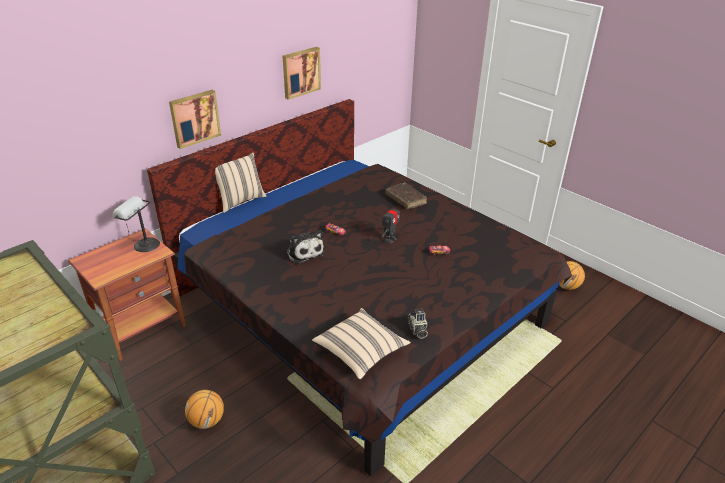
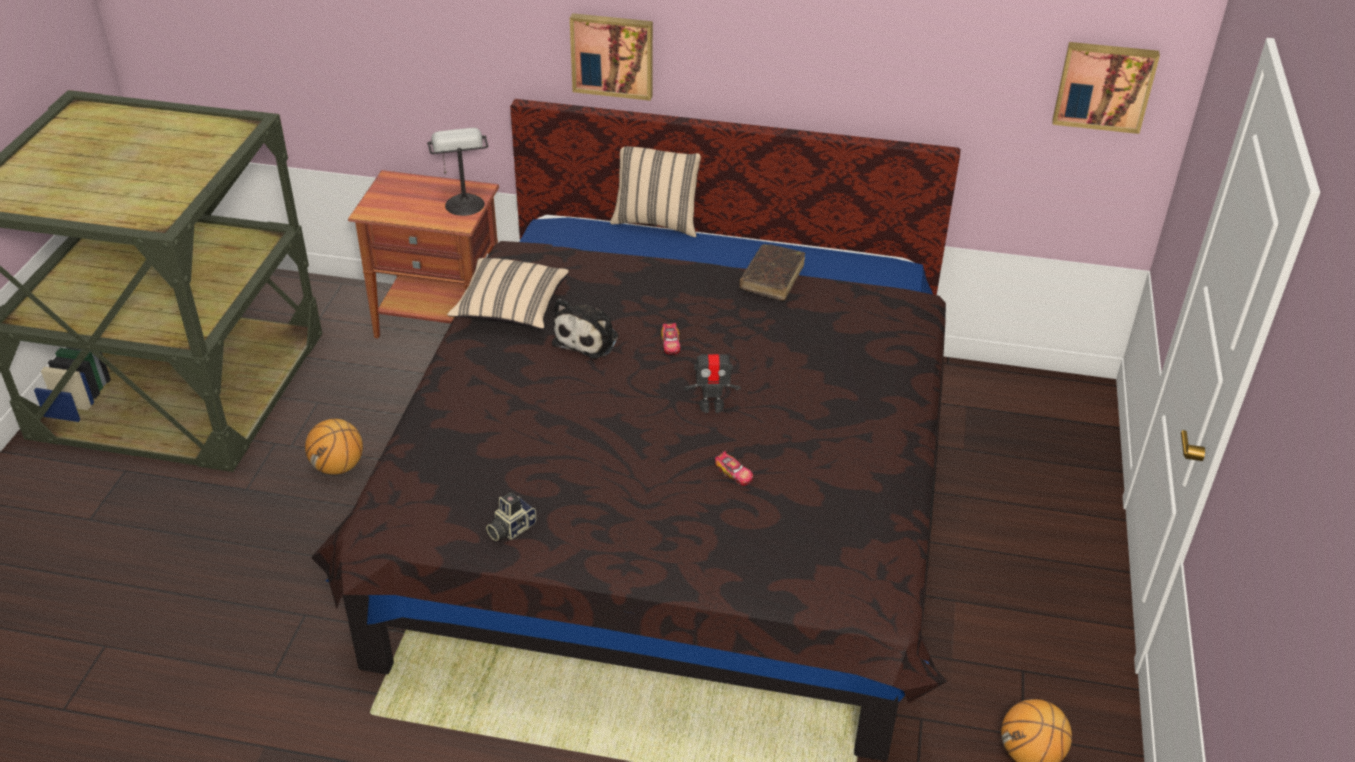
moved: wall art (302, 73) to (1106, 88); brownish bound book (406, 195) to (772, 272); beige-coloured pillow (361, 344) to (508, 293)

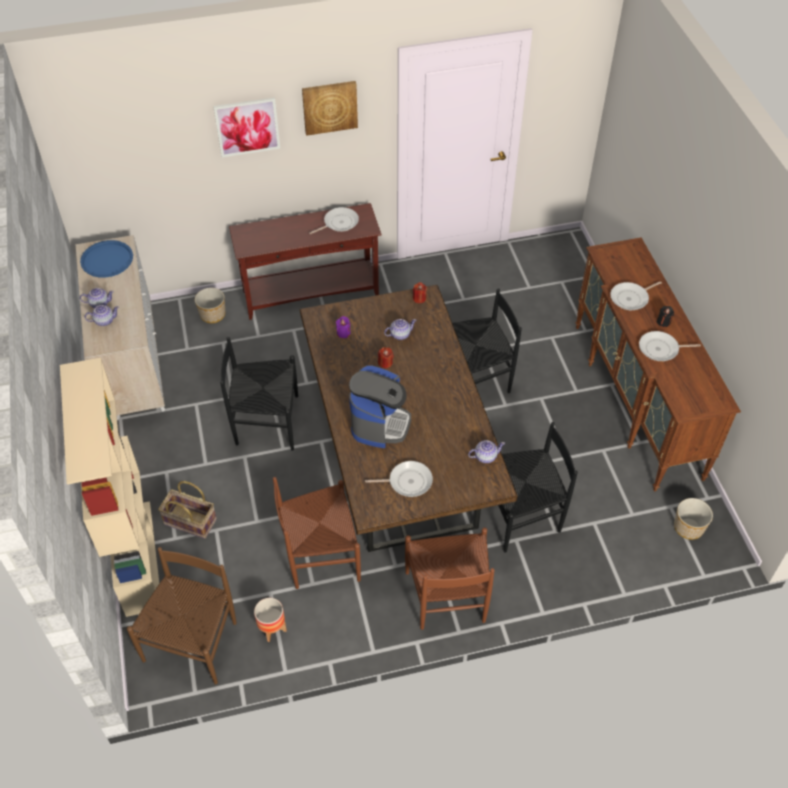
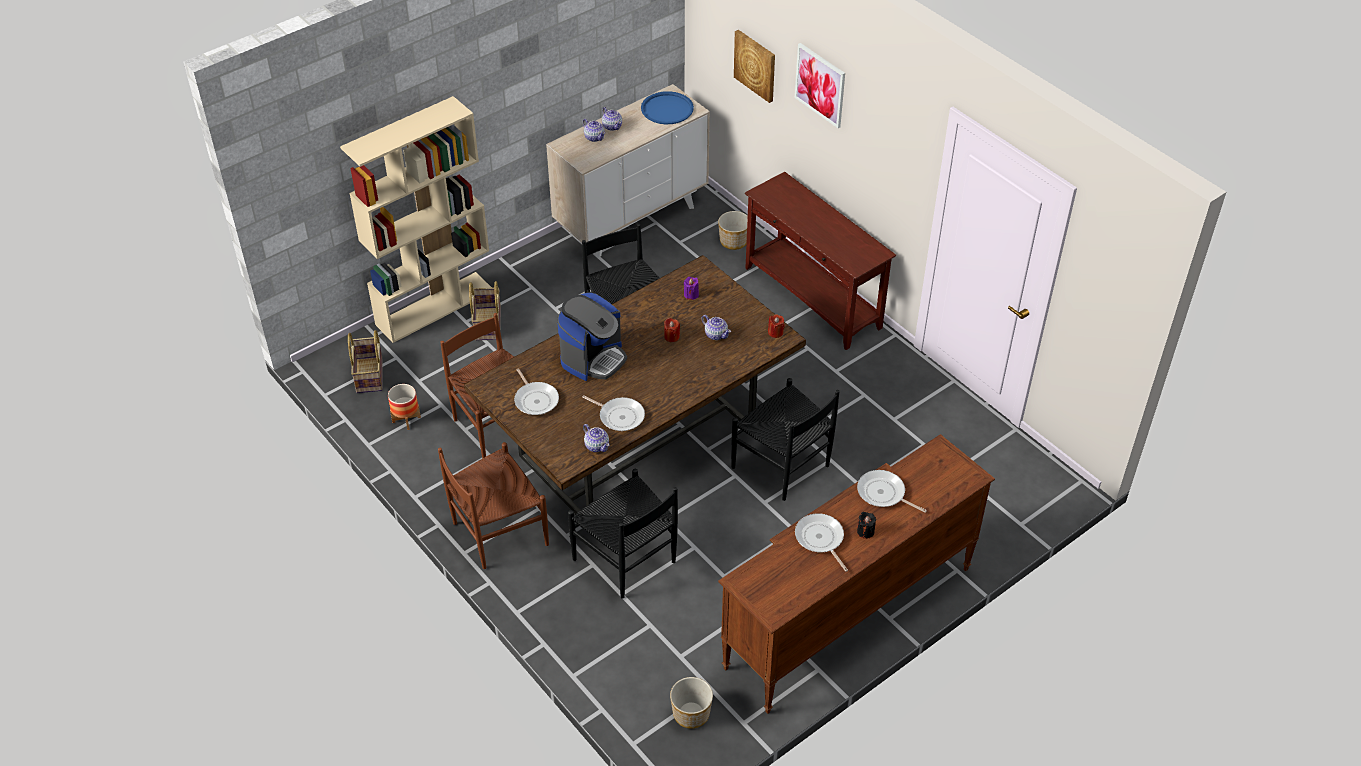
moved: wall art (330, 108) to (754, 66); skillet (334, 220) to (613, 413)
replaced: brownish chair (182, 616) to household basket (365, 361)
turned: coffee machine (380, 407) = (592, 336) 45 degrees counterclockwise

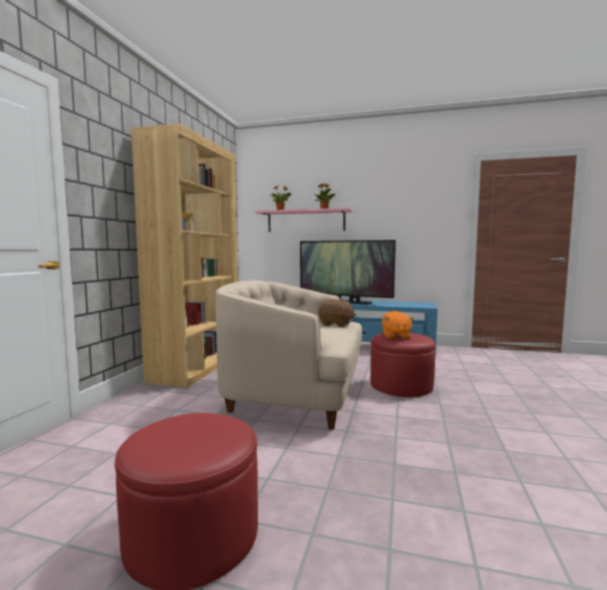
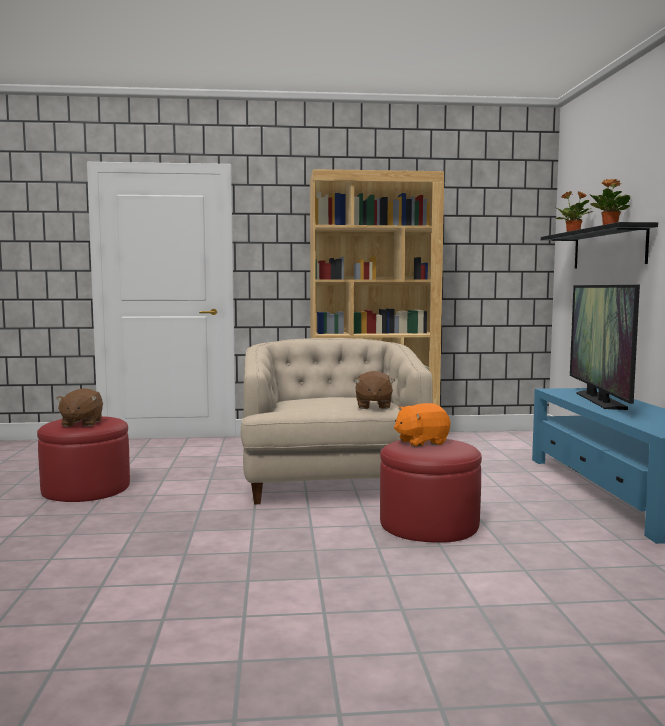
added: brownish plush toy (79, 407)
recoloured: pinkish bracket shelf (304, 220) to black bracket shelf (599, 245)

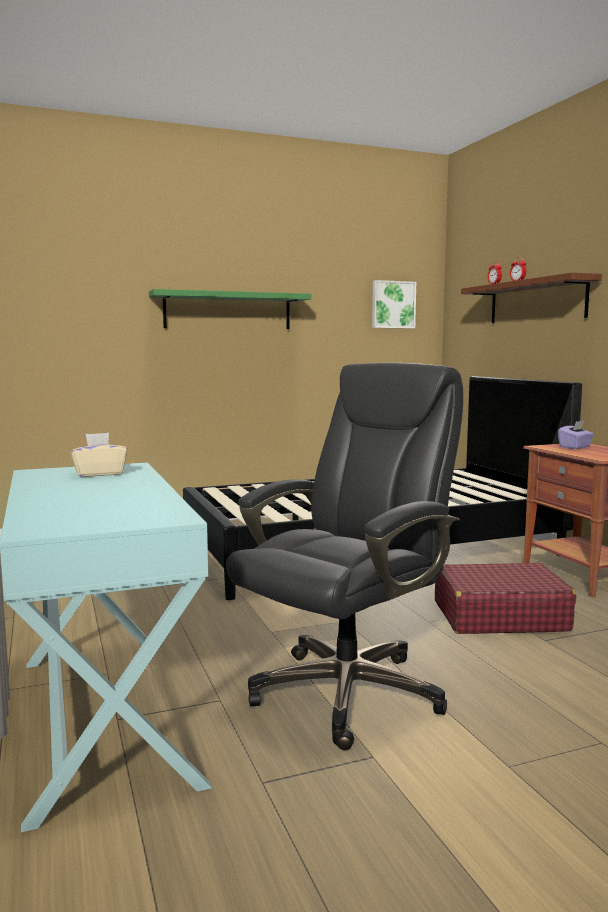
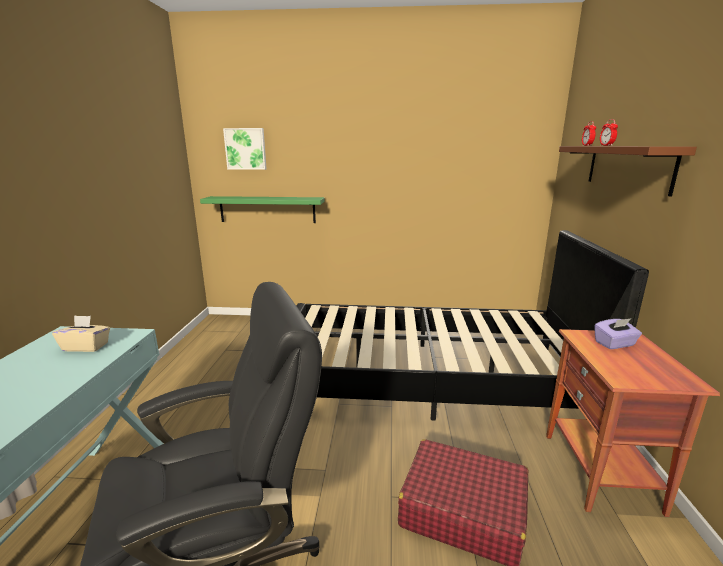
moved: wall art (394, 304) to (245, 149); green bracket shelf (230, 309) to (262, 209)

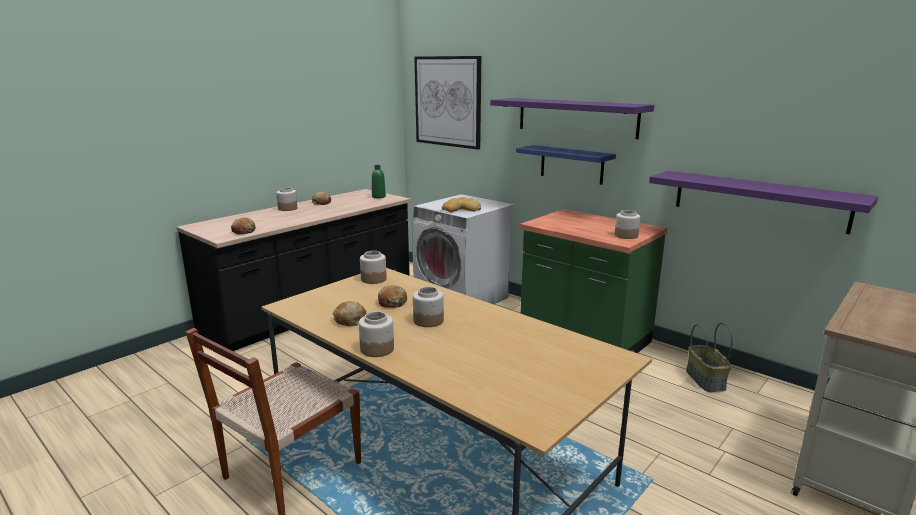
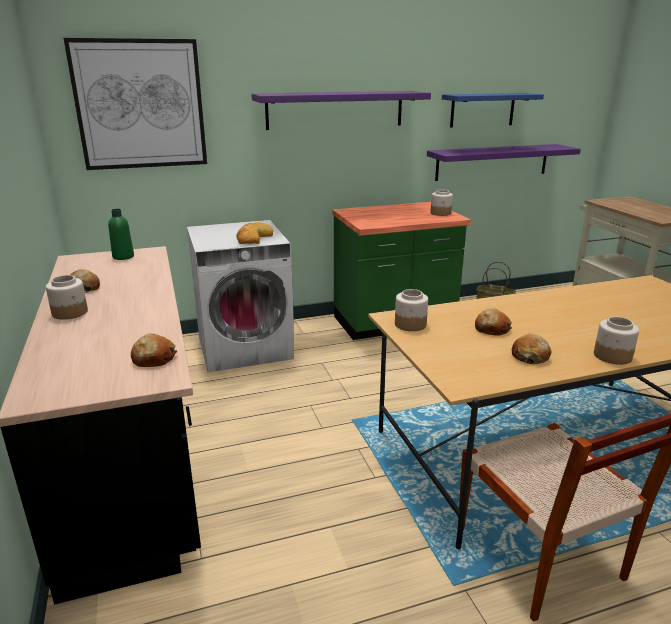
removed: storage jar (428, 307)
moved: bluish bracket shelf (566, 165) to (493, 110)

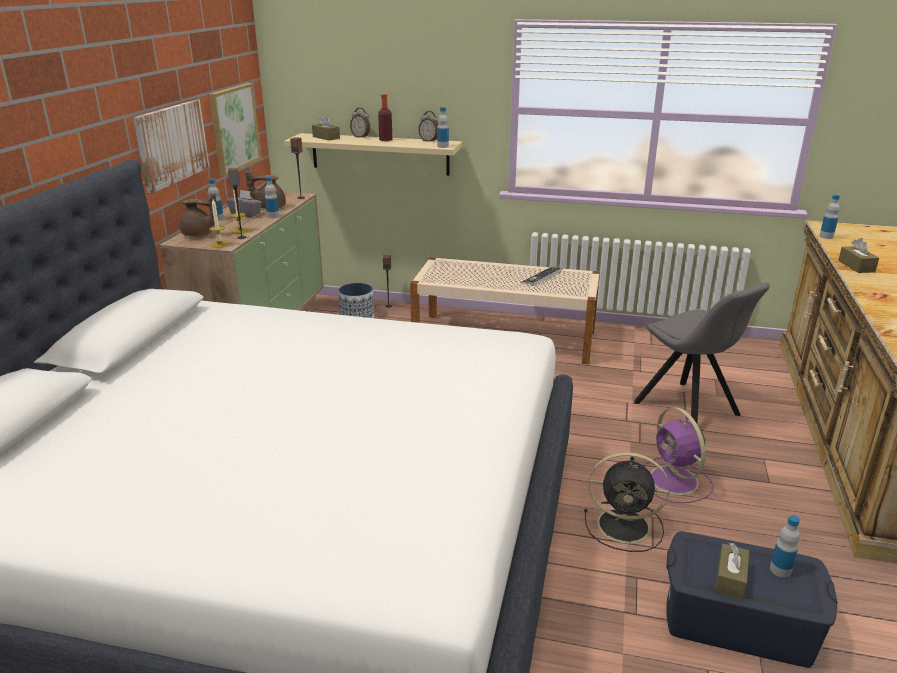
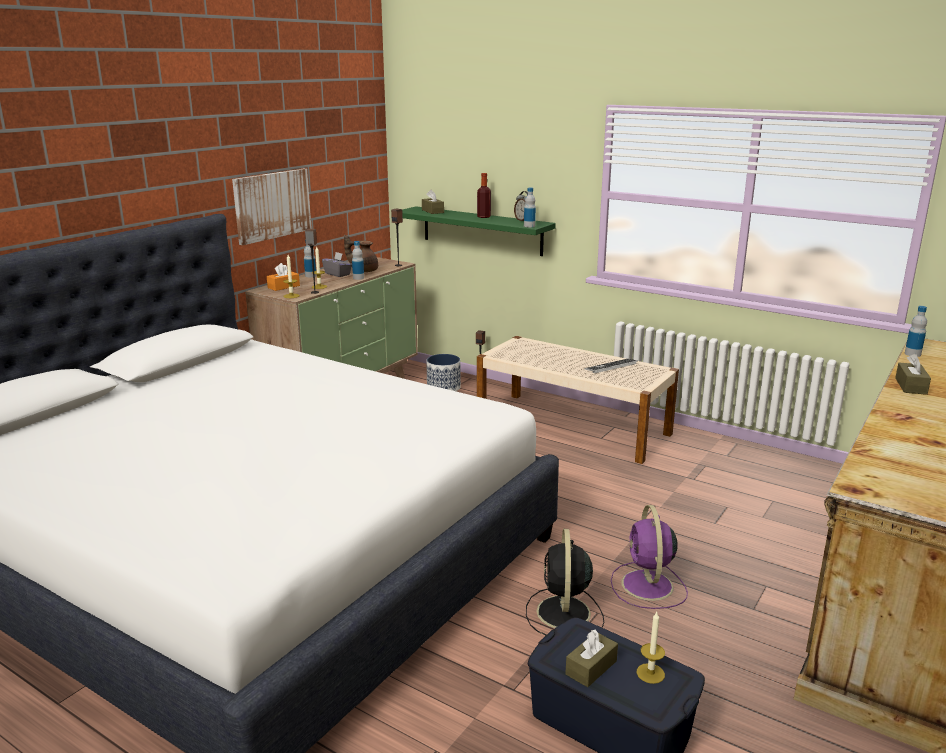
removed: wall art (235, 129); table clock (360, 123); gray chair (702, 352)
replaced: brownish tea pot (199, 215) to orange-coloured tissue holder (283, 277); beverage bottle (785, 546) to wax light (651, 648)
recoloured: beige-coloured bracket shelf (373, 154) to green bracket shelf (479, 231)
turned: black electric fan (627, 502) = (565, 582) 60 degrees clockwise

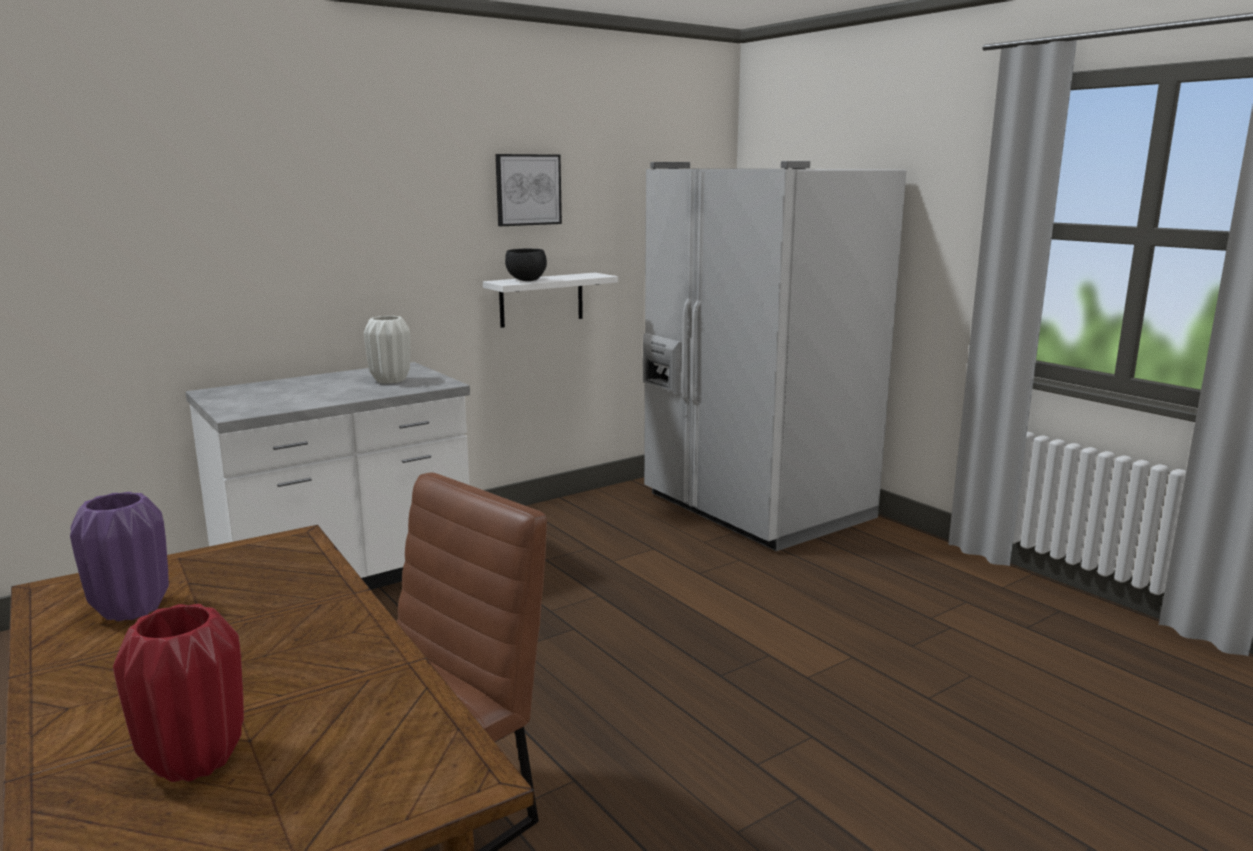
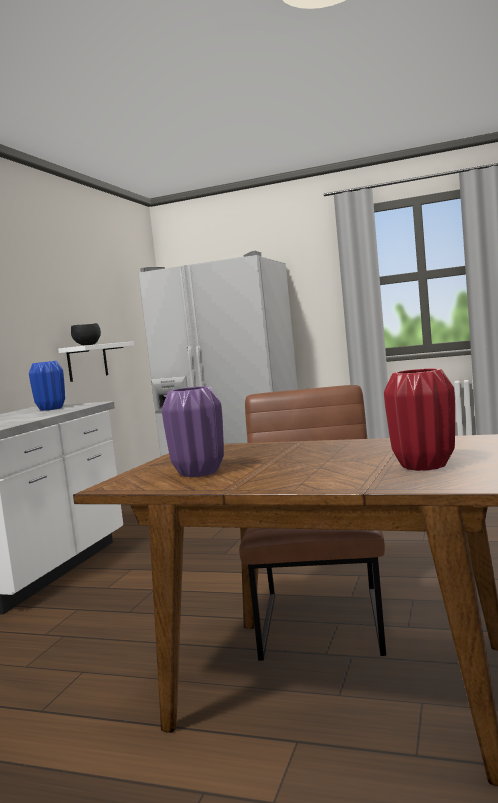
removed: wall art (528, 190)
recoloured: white decorative vase (387, 350) to bluish decorative vase (47, 386)

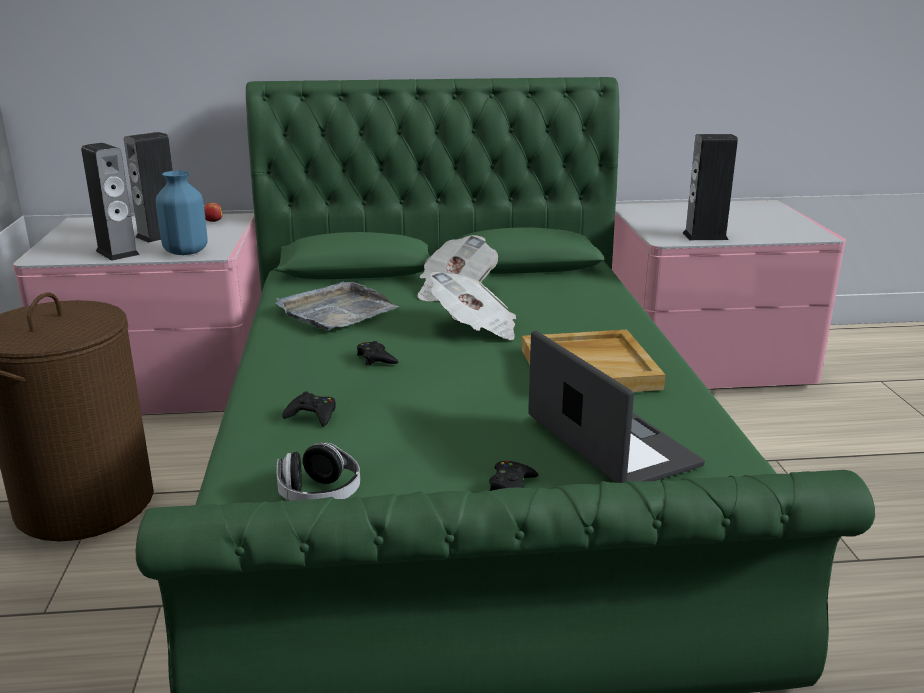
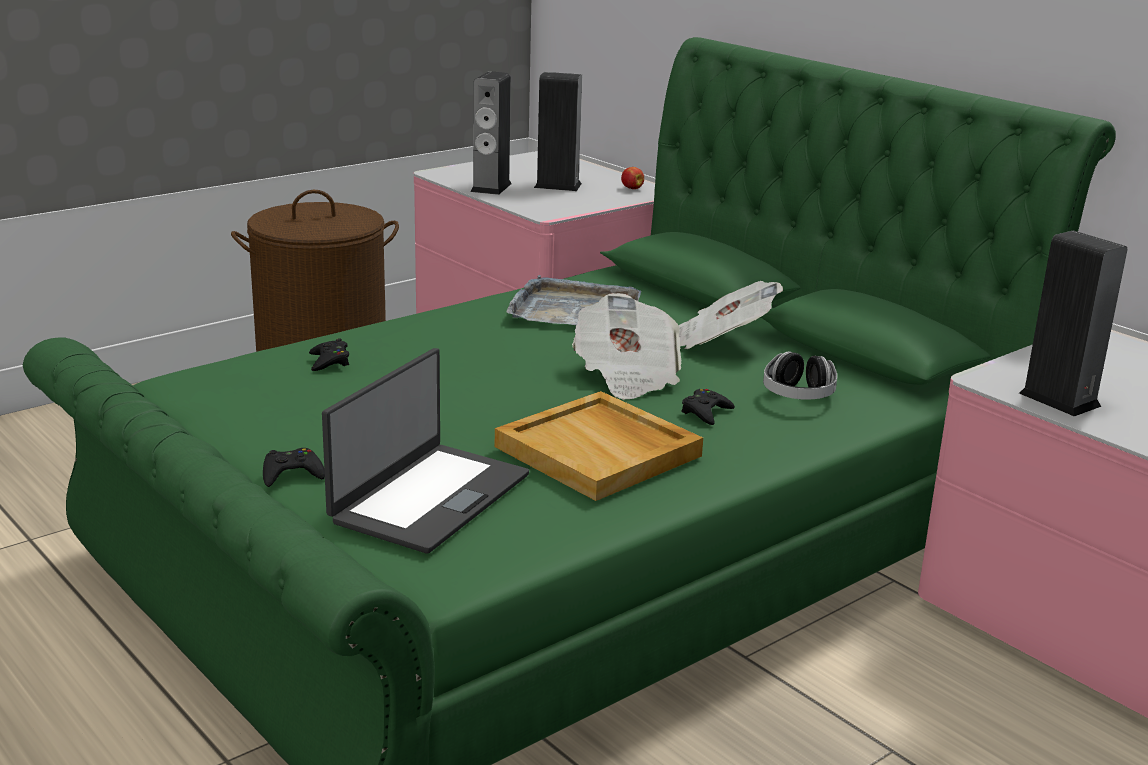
removed: bluish decorative vase (182, 212)
moved: black gamepad (377, 353) to (708, 407); headset (318, 471) to (800, 375)

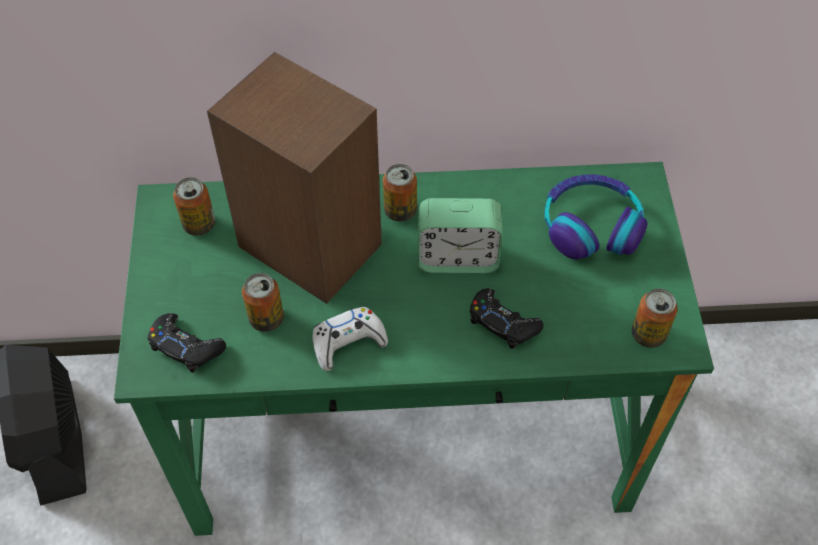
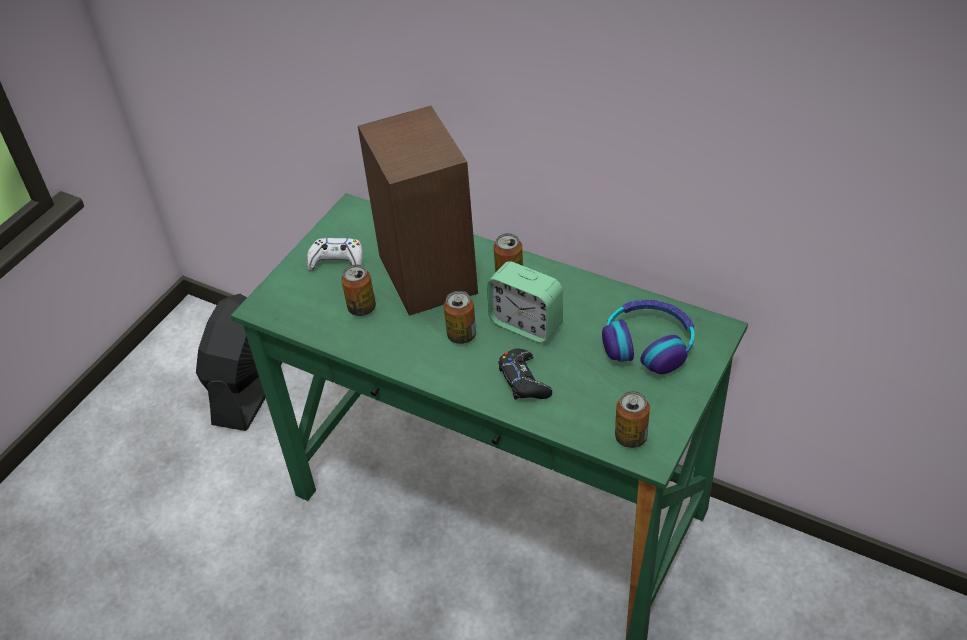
removed: black gamepad (187, 343)
moved: sealed can (194, 206) to (460, 317); white gamepad (350, 339) to (335, 254)

